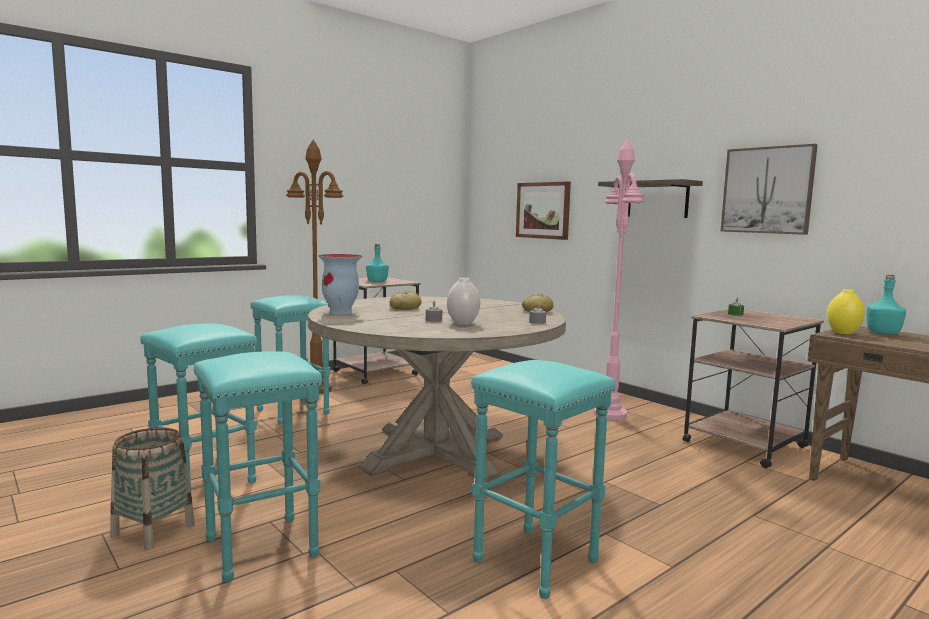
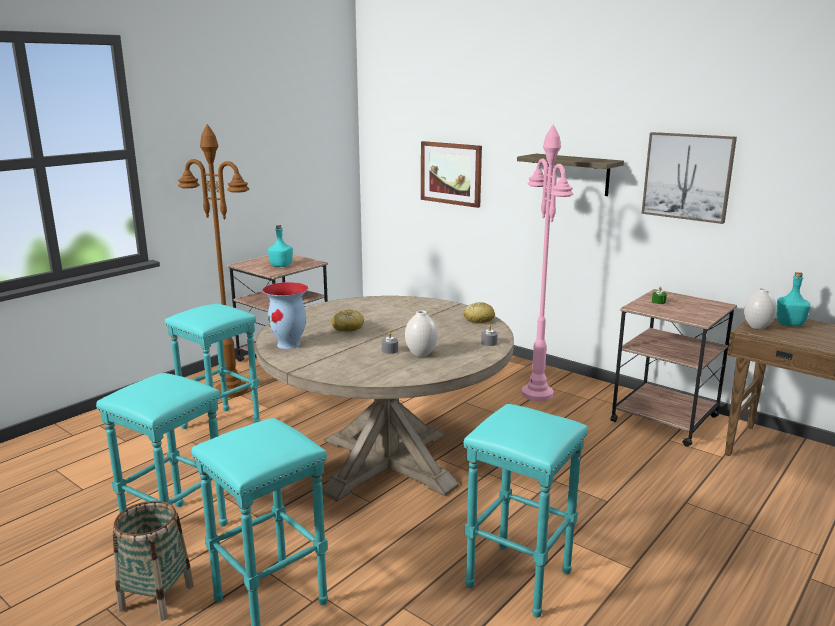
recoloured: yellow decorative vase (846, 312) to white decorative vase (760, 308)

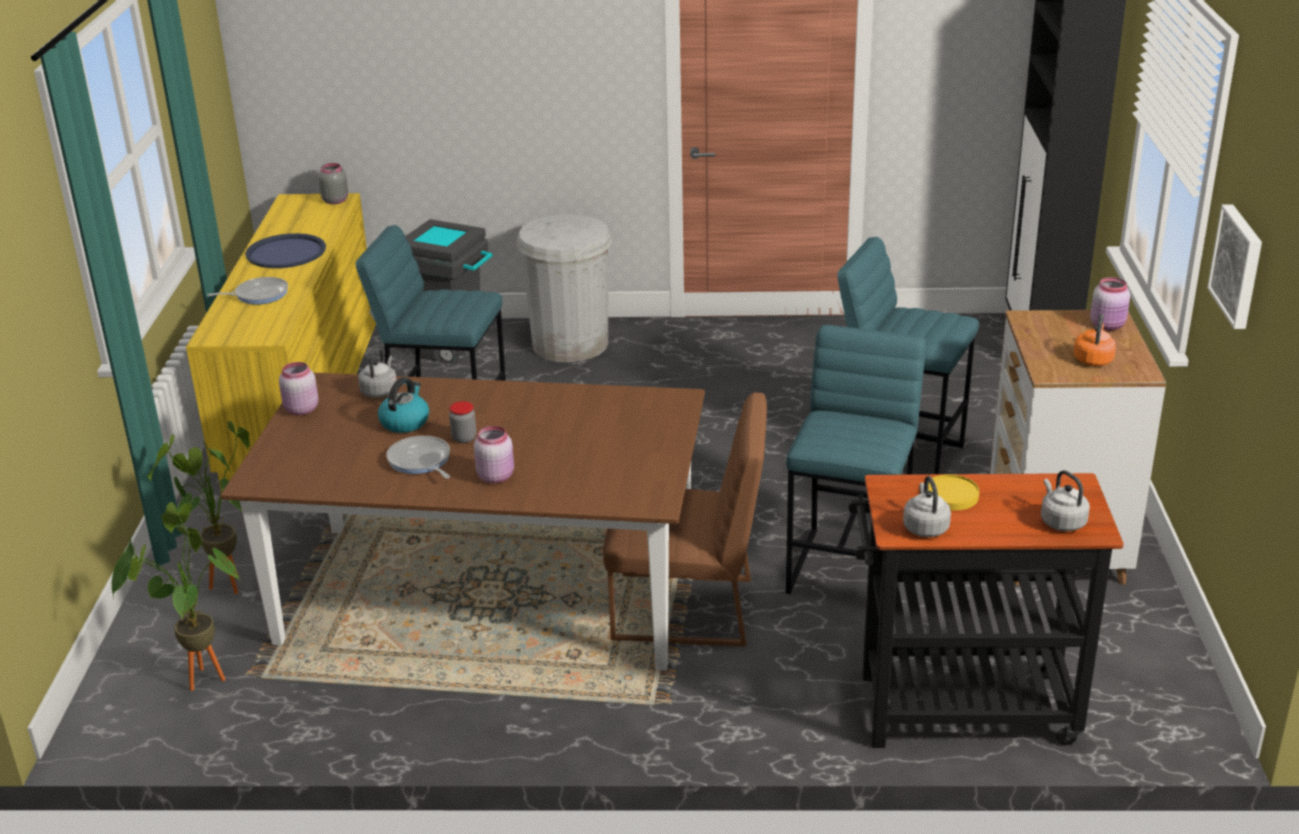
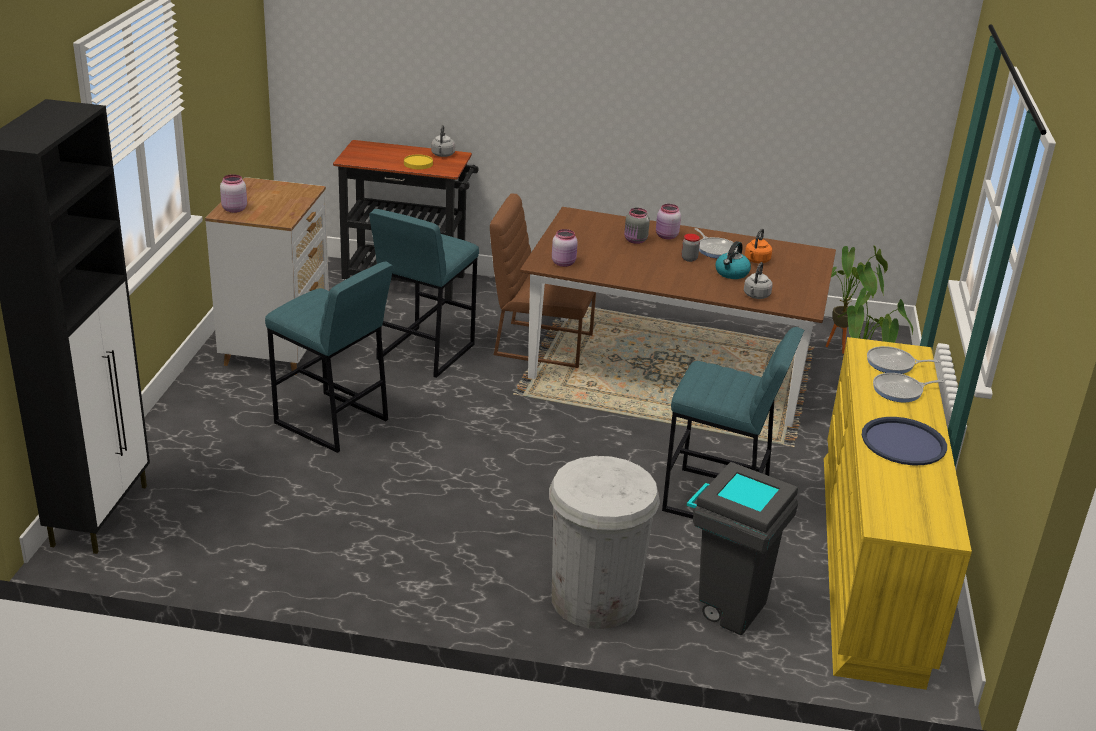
removed: wall art (1234, 266); gray kettle (1065, 500)
added: skillet (903, 360)
moved: gray storage jar (333, 183) to (637, 226); orange-coloured kettle (1094, 340) to (758, 245); pinkish storage jar (298, 388) to (565, 248)

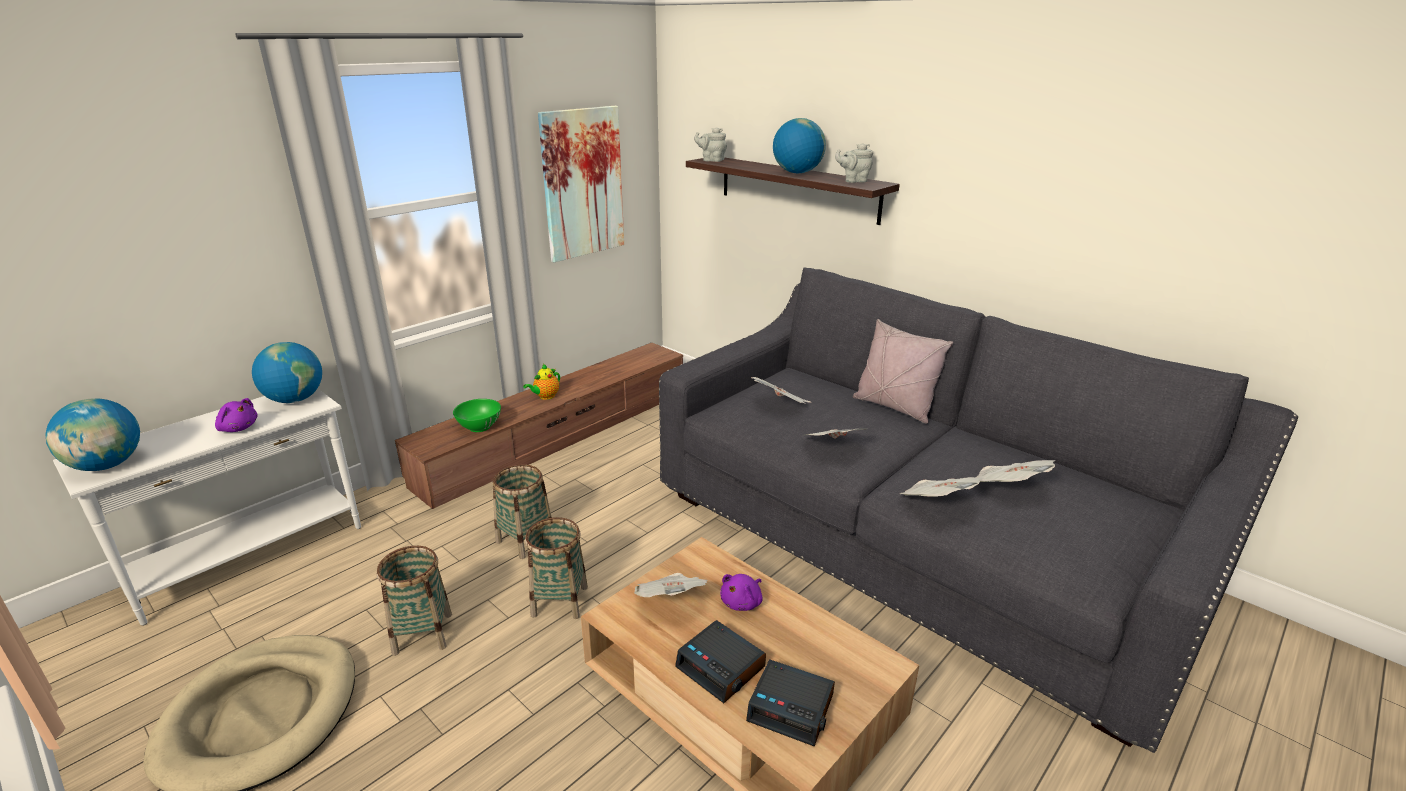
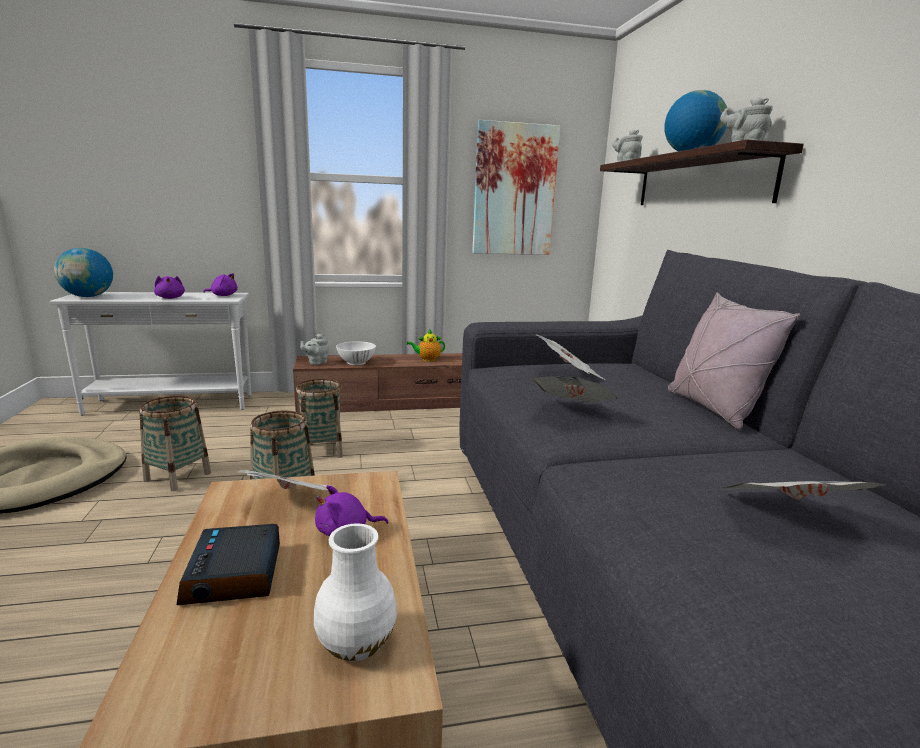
removed: printed paper (941, 487); table clock (790, 703)
added: gray tea pot (314, 349); white decorative vase (355, 593)
replaced: globe (287, 372) to purple plush toy (220, 284)
recoloured: green deep dish (477, 415) to white deep dish (356, 353)

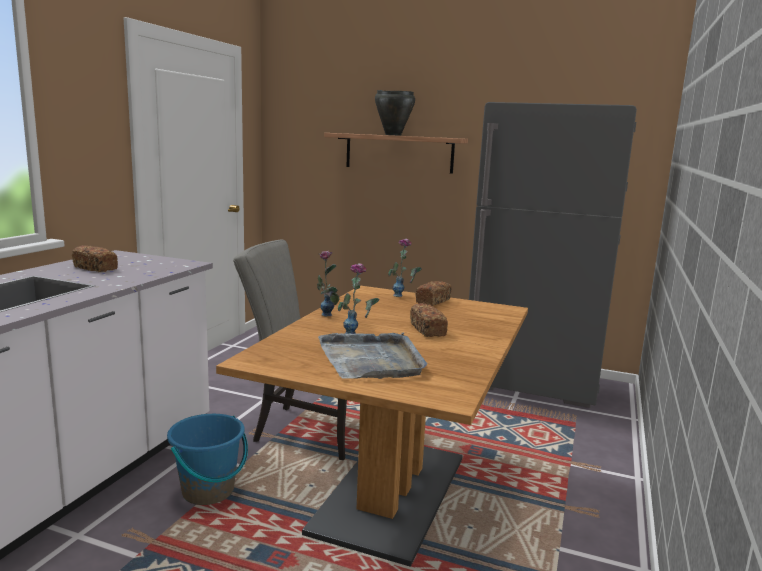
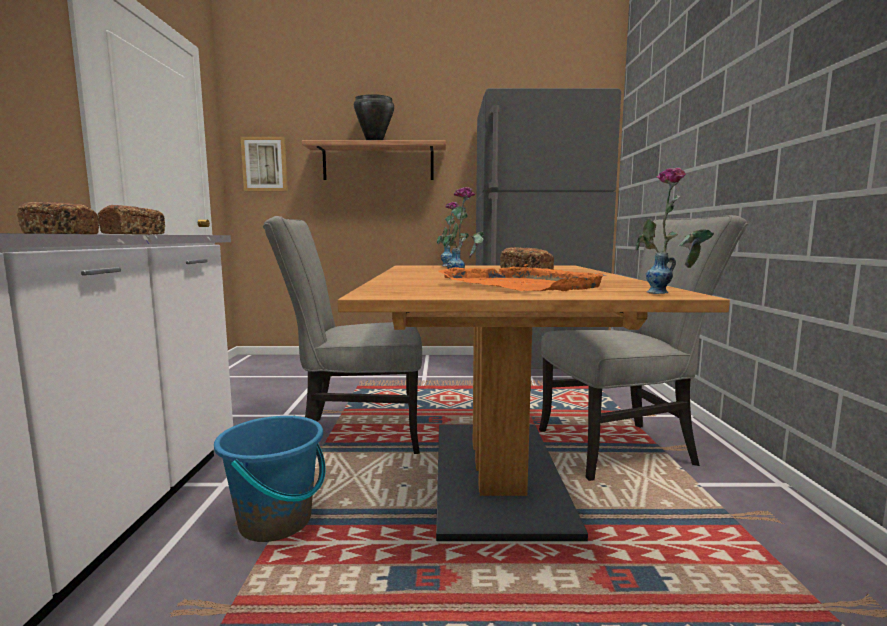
added: wall art (264, 164); gray chair (643, 348)
moved: decorative vase (328, 283) to (674, 231); bakery bread (433, 293) to (131, 220)
recoloured: gray tray (372, 356) to orange-coloured tray (522, 277)

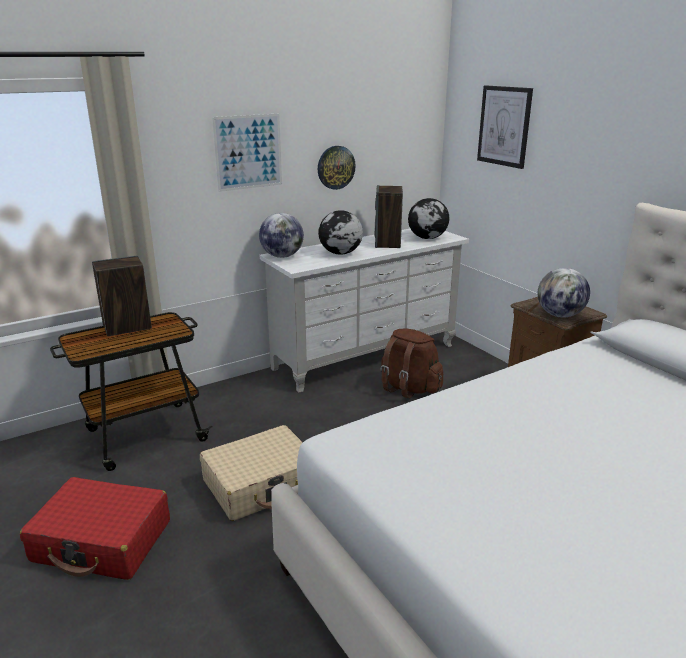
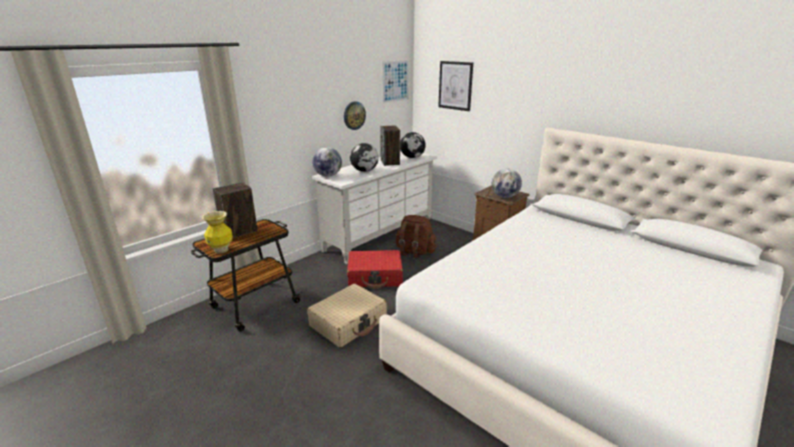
added: decorative vase (217, 232)
moved: wall art (247, 153) to (395, 82); red-coloured travel case (95, 528) to (375, 269)

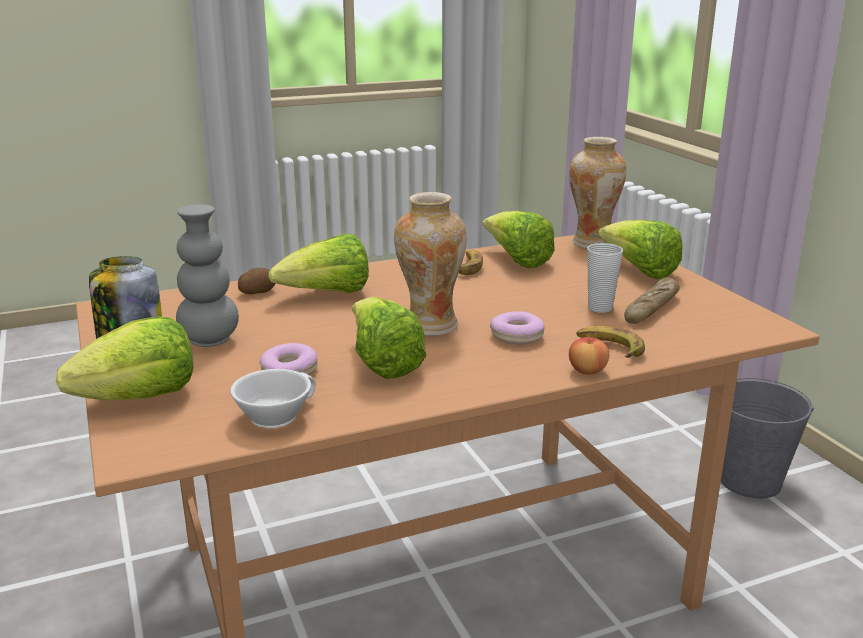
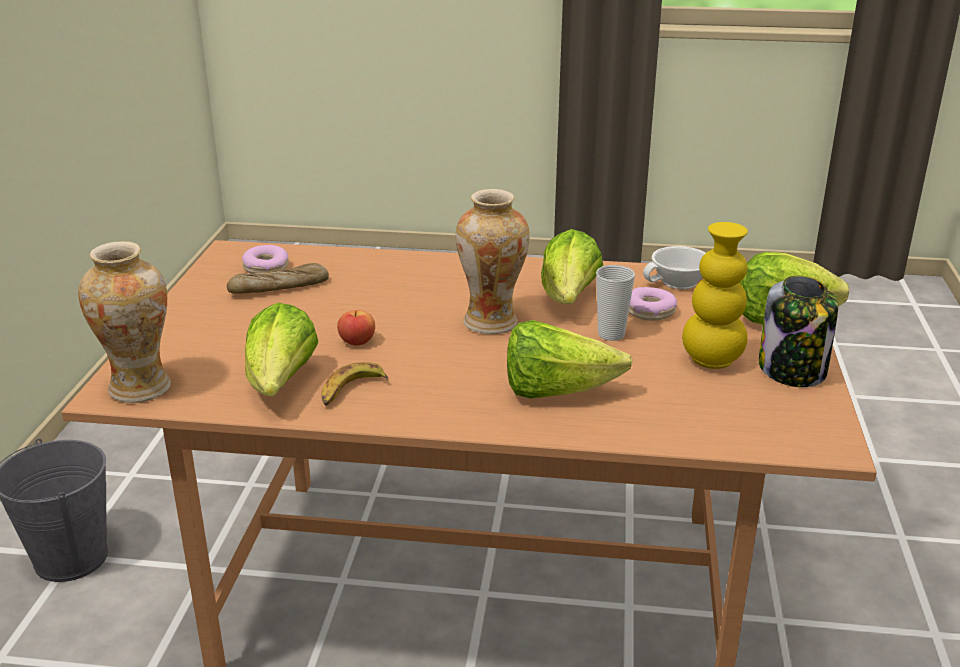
removed: lettuce (640, 249); potato (256, 281); whole banana (610, 342)
moved: cup (605, 278) to (615, 303); doughnut (517, 328) to (265, 259); apple fruit (589, 354) to (356, 328)
recoloured: gray decorative vase (207, 275) to yellow decorative vase (715, 295)

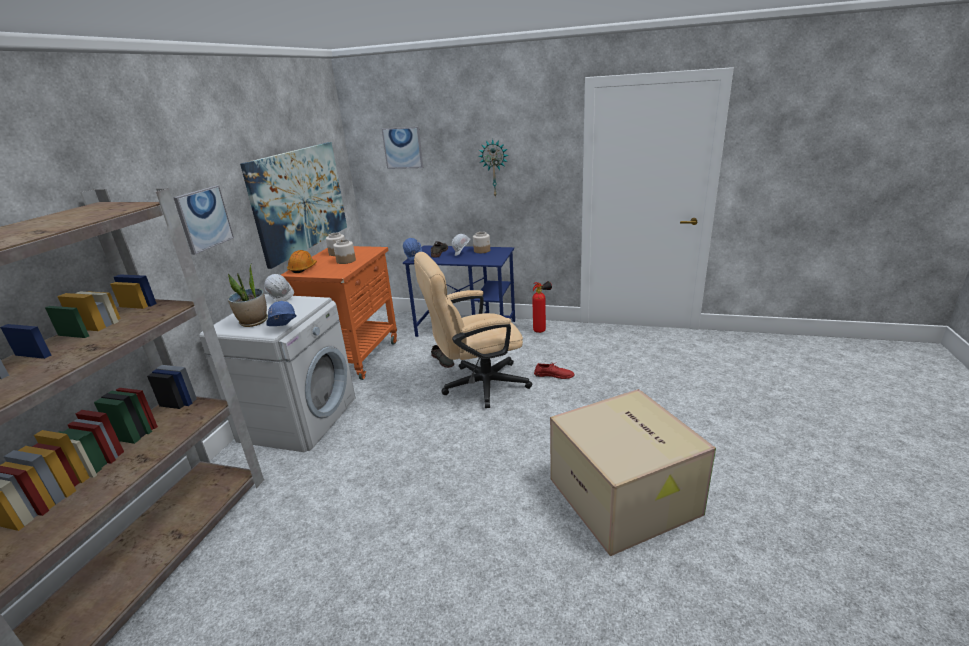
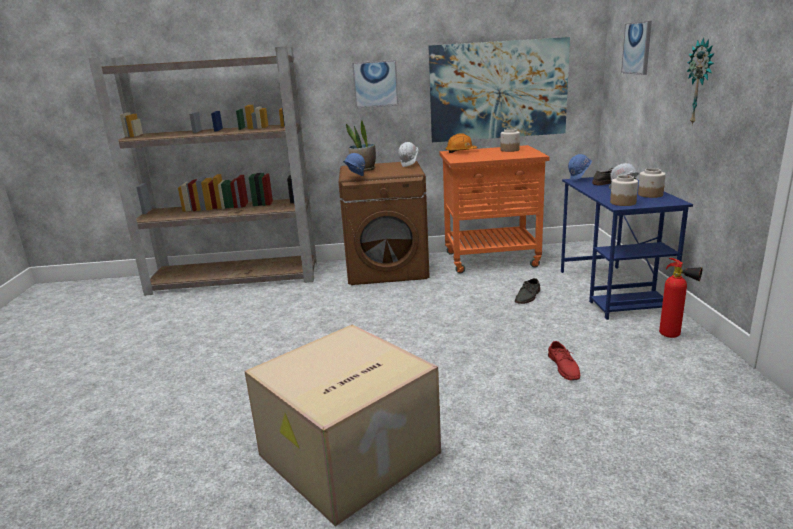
removed: beige-coloured computer chair (473, 330)
moved: storage jar (344, 251) to (624, 190)
recoloured: white laundry machine (277, 373) to brownish laundry machine (384, 223)

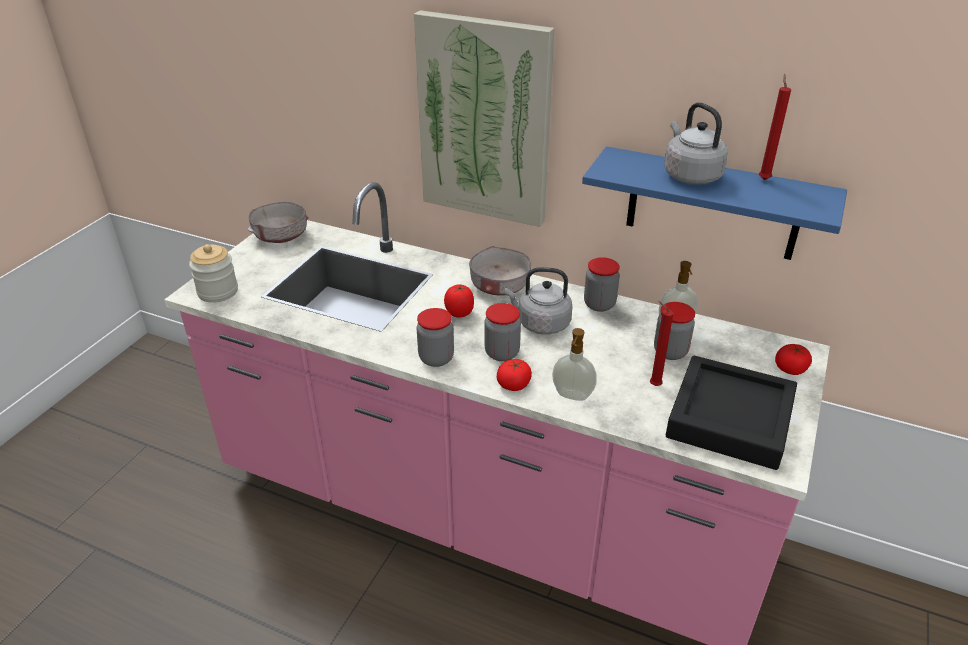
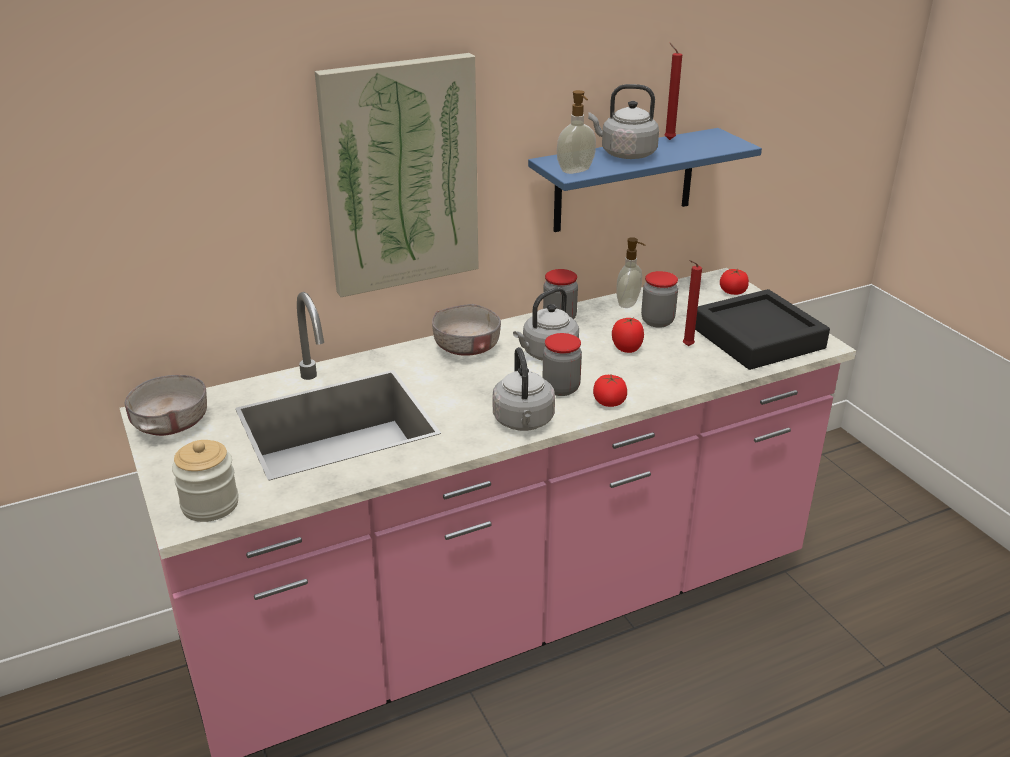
moved: whole tomato (459, 300) to (628, 335); soap bottle (574, 364) to (576, 132)
replaced: storage jar (435, 337) to gray kettle (524, 389)

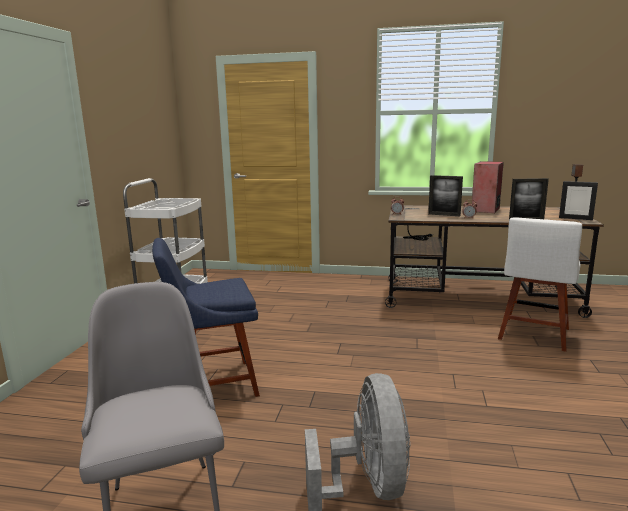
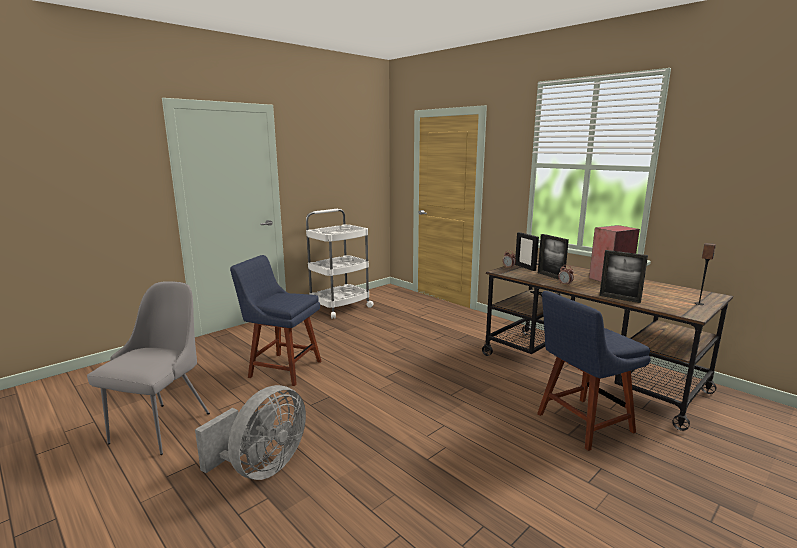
moved: standing frame (578, 200) to (527, 251)
recoloured: white chair (540, 284) to bluish chair (594, 371)

